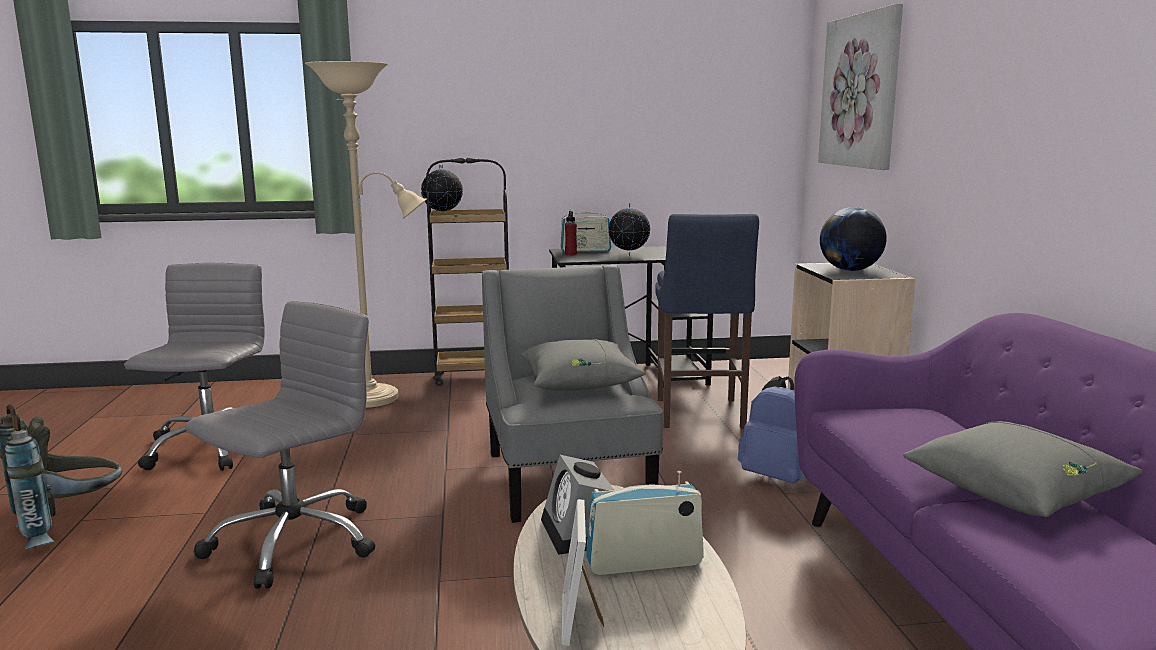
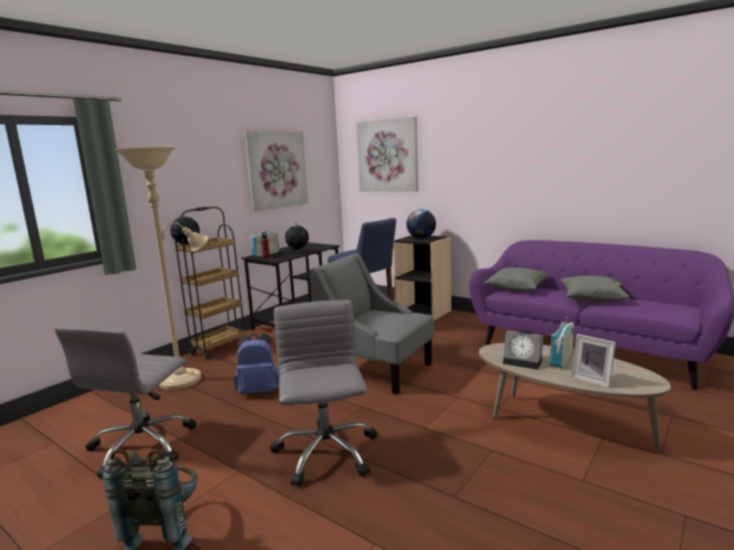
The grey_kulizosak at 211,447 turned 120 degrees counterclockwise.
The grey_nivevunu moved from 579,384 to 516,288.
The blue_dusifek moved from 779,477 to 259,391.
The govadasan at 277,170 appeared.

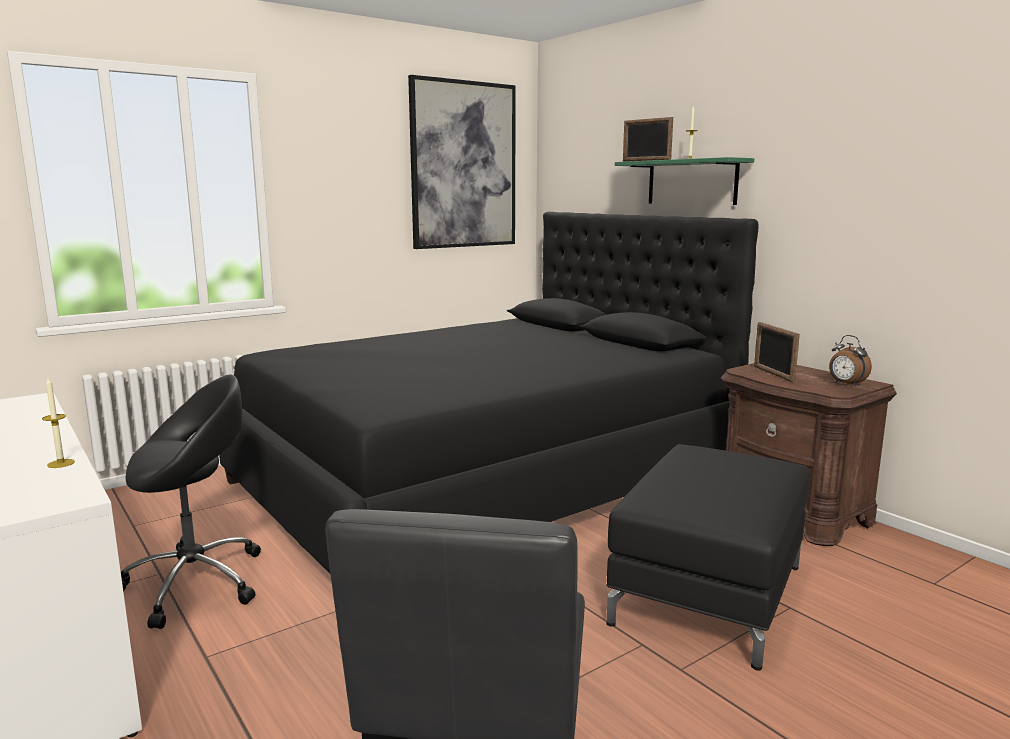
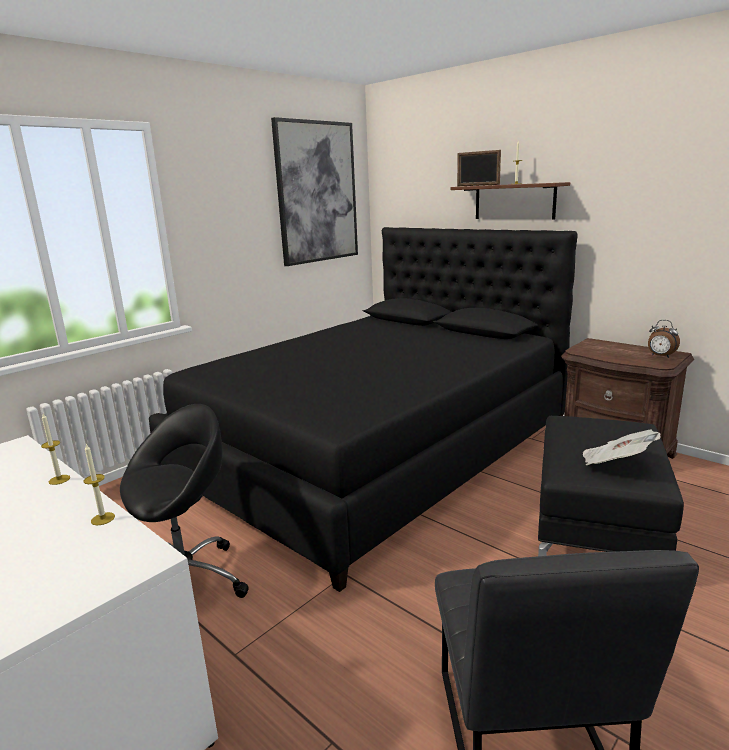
The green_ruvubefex at 691,182 became the brown_ruvubefex at 514,201.
The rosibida at 773,374 disappeared.
The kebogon at 59,479 appeared.
The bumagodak at 615,464 appeared.

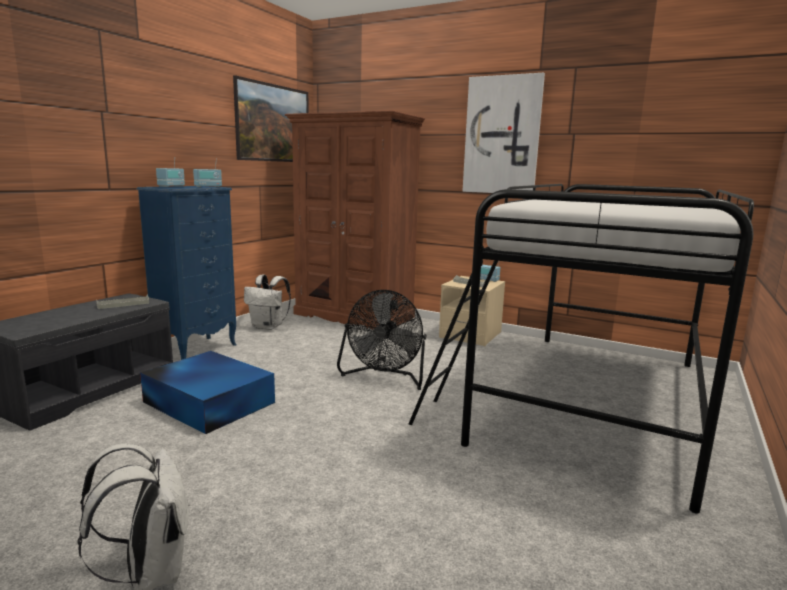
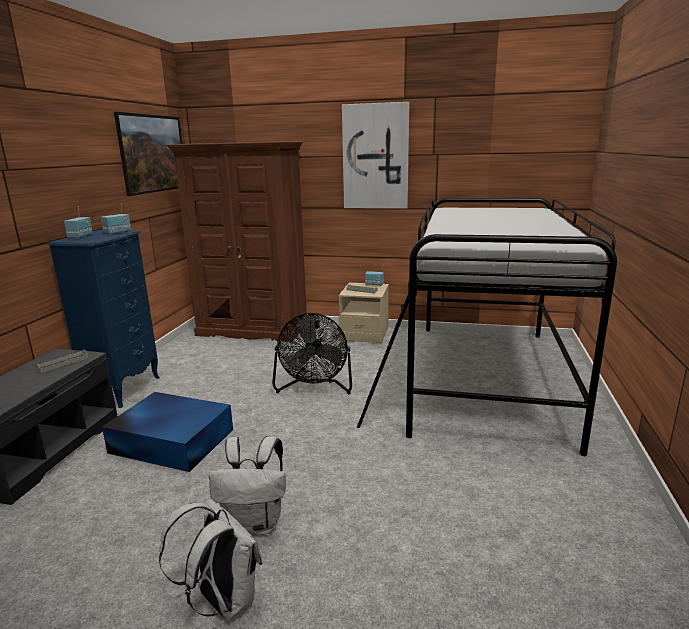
The white_dusifek moved from 268,327 to 255,523.

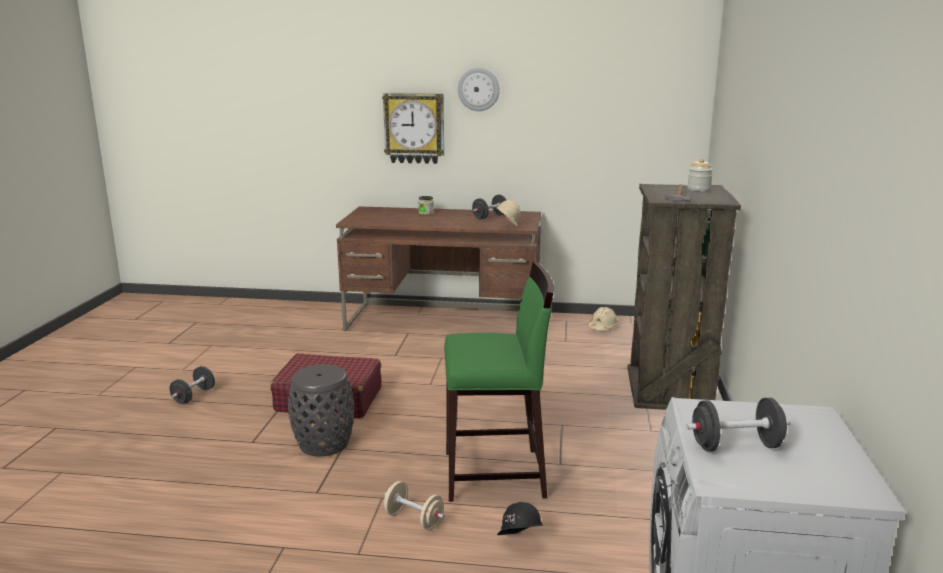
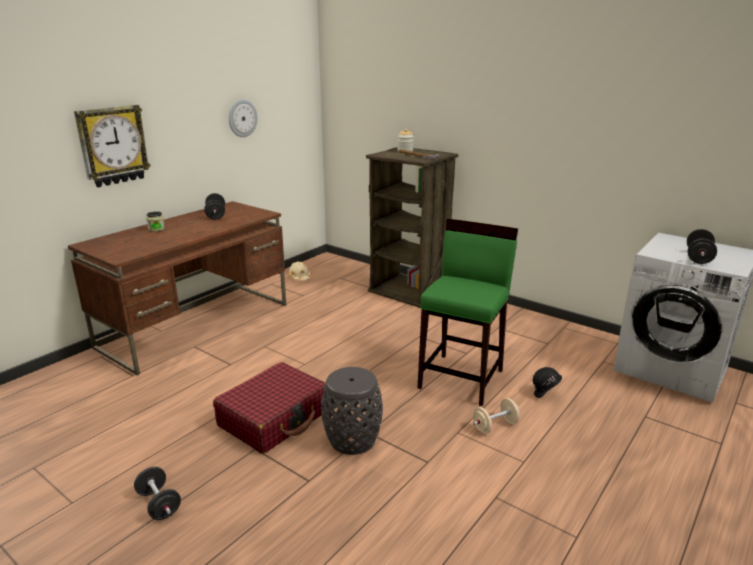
The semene moved from 478,89 to 242,118.
The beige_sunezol at 507,227 disappeared.

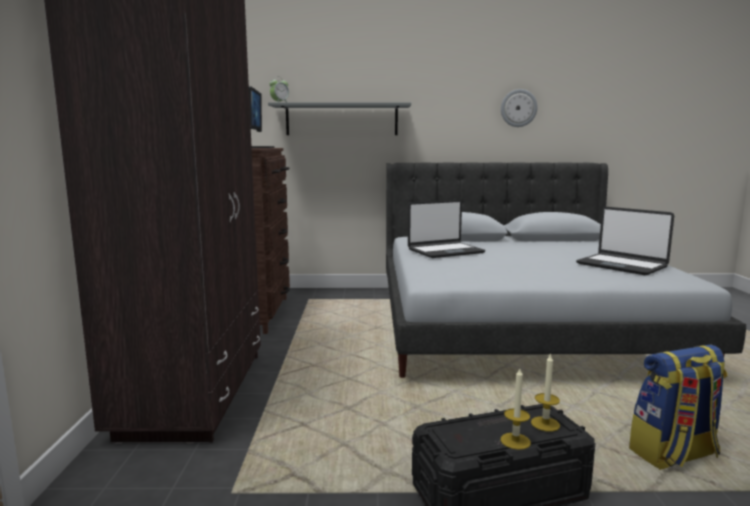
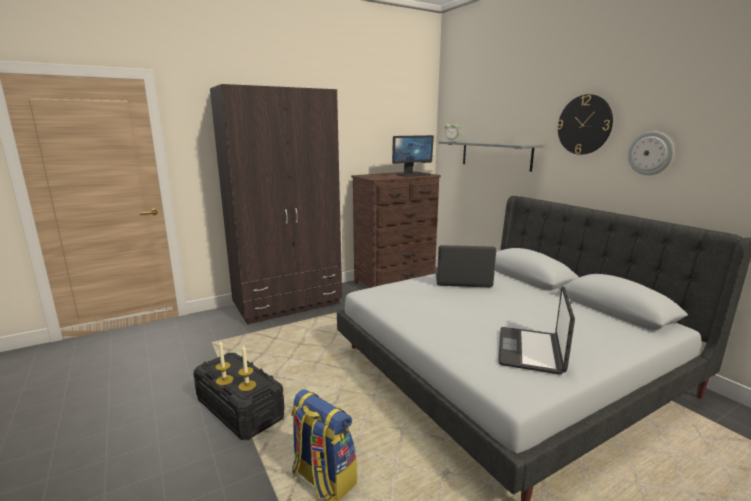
The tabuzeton at 445,251 turned 150 degrees clockwise.
The semene at 584,125 appeared.

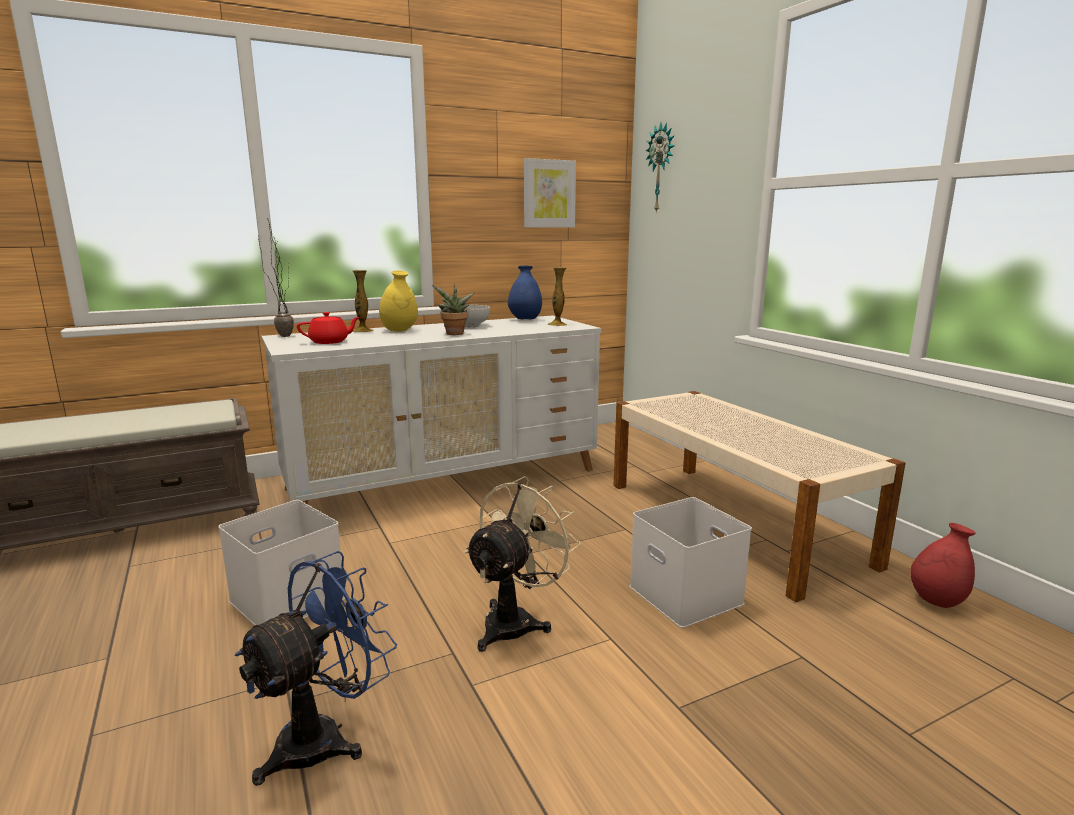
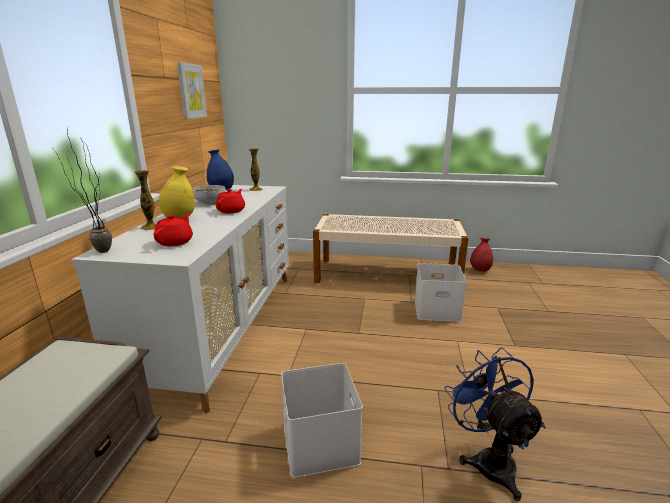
The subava at 454,334 was replaced by the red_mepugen at 231,211.
The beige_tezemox at 516,621 disappeared.
The semene at 661,168 disappeared.

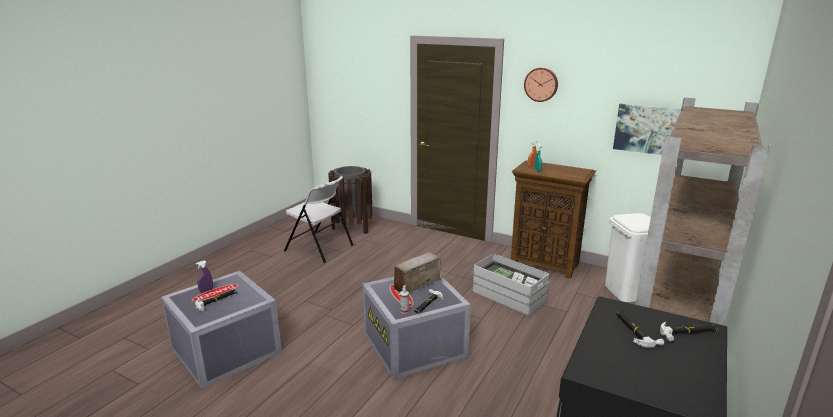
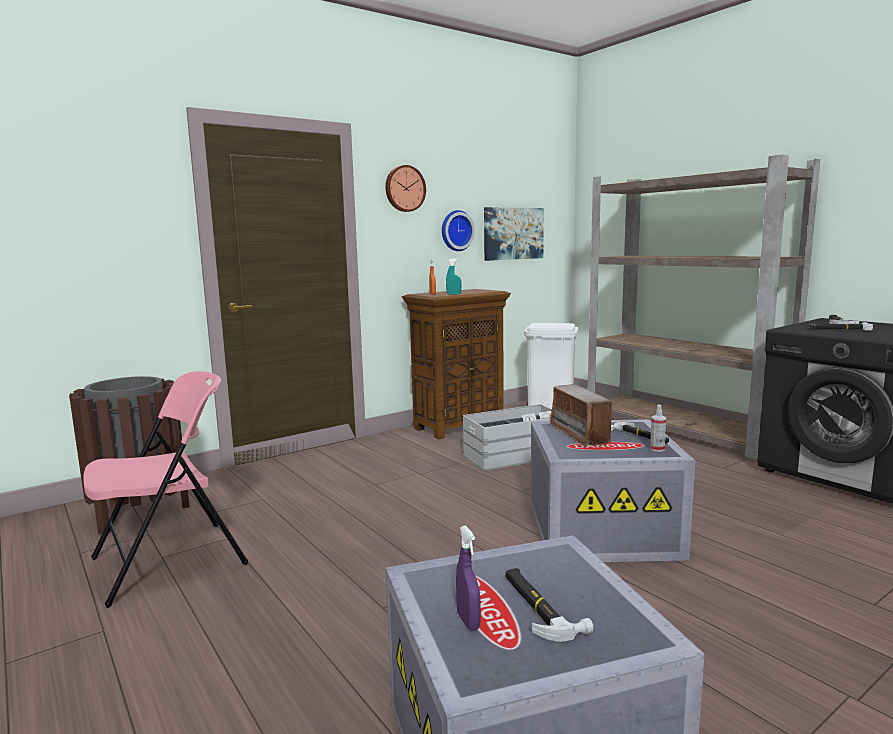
The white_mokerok at 319,248 became the pink_mokerok at 169,561.
The semene at 455,231 appeared.

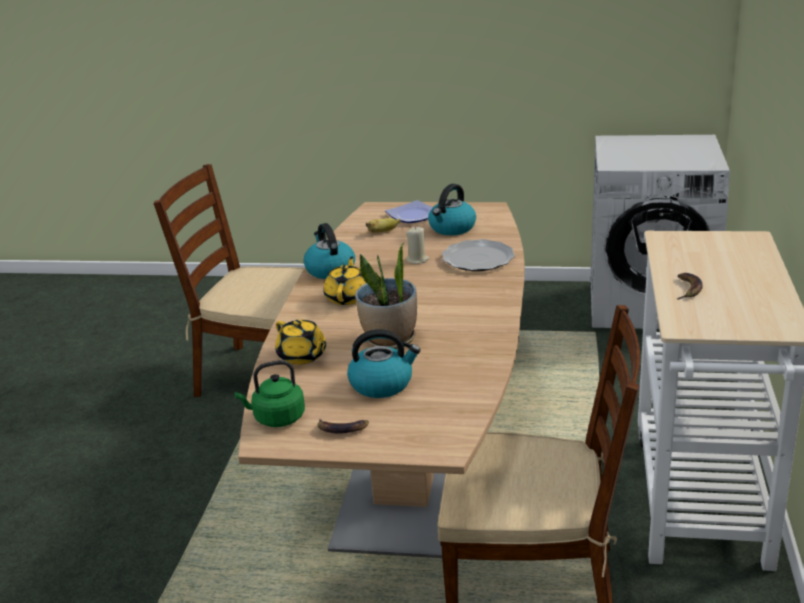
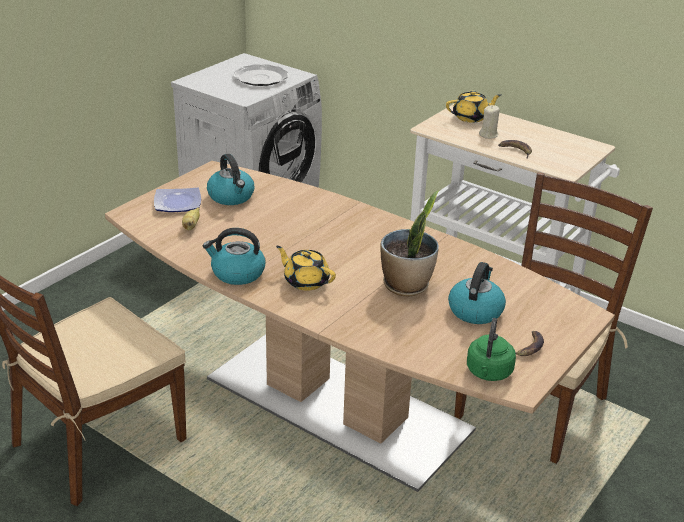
The yellow_mepugen moved from 302,356 to 471,117.
The beige_kebogon moved from 417,260 to 488,135.
The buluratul moved from 478,259 to 261,78.

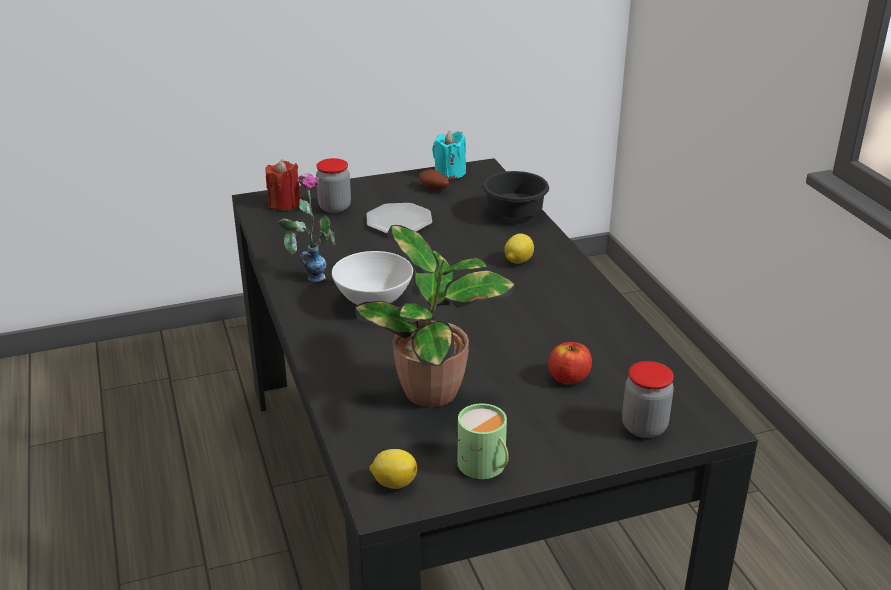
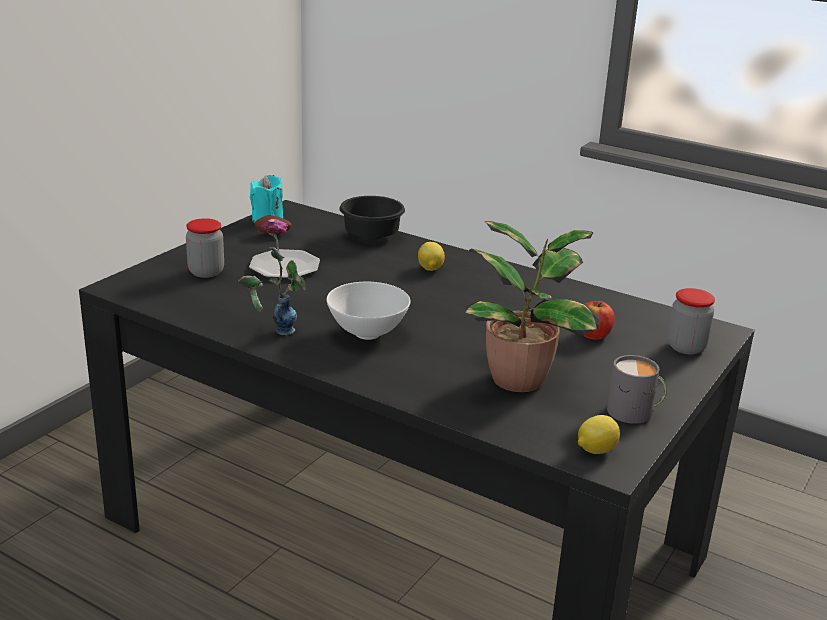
The red_kebogon at 284,203 disappeared.
The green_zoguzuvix at 484,466 became the grey_zoguzuvix at 634,412.

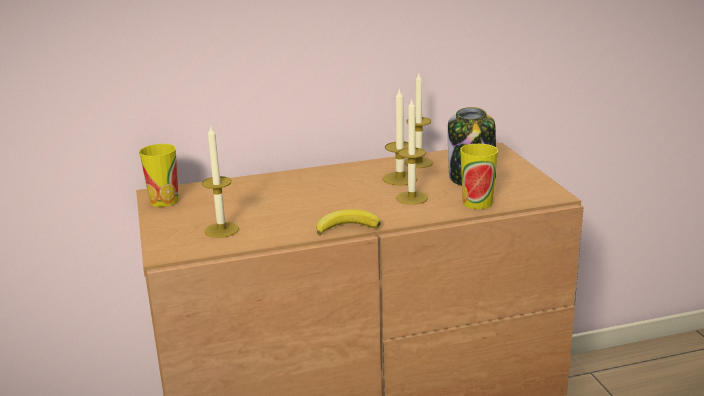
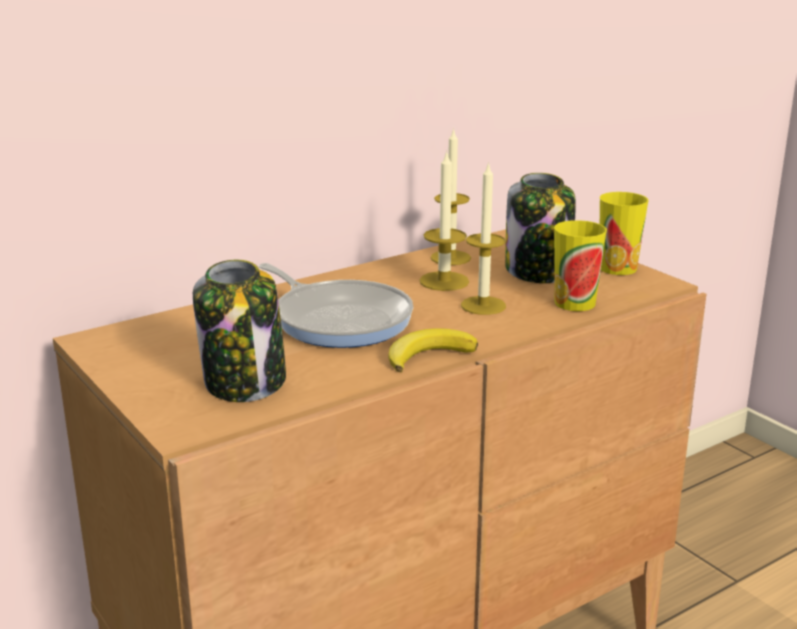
The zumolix moved from 164,201 to 617,268.
The kebogon at 221,230 was replaced by the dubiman at 245,382.
The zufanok at 339,319 appeared.

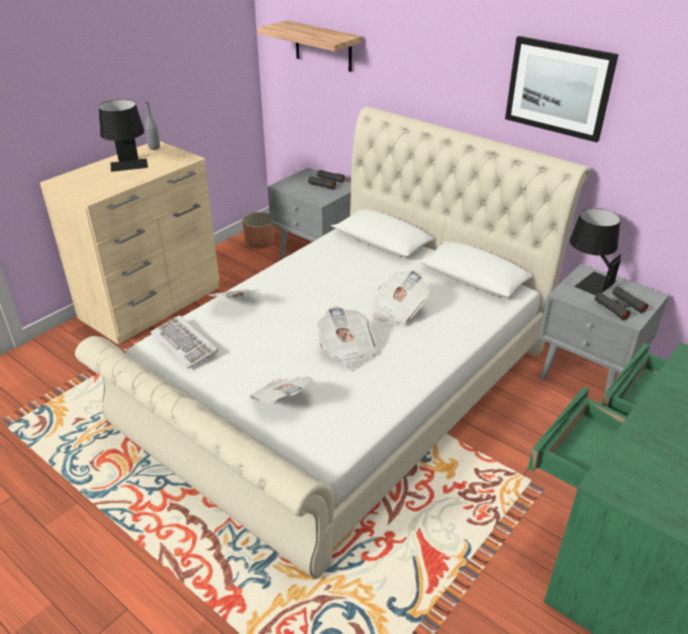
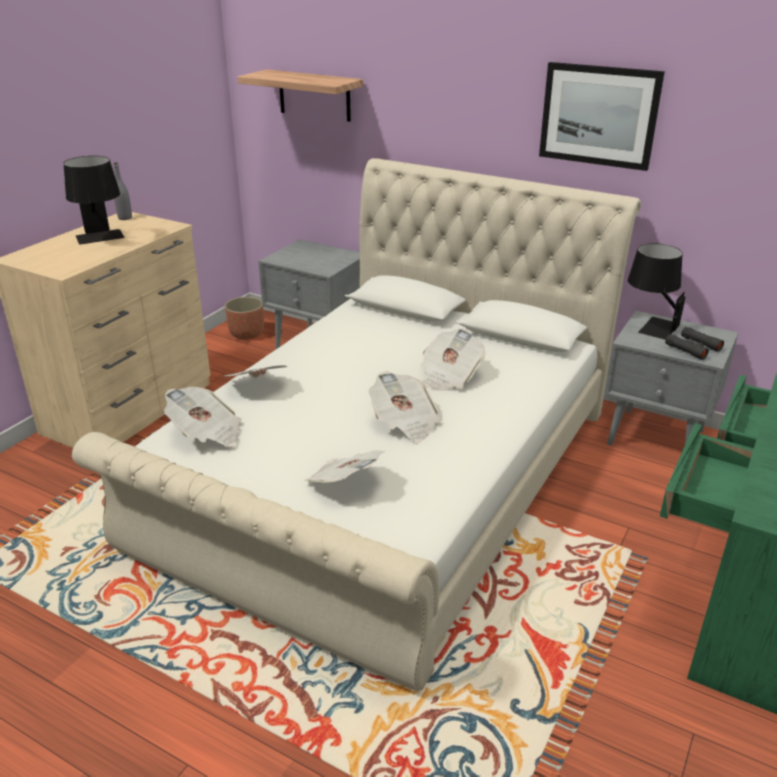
The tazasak at 185,343 was replaced by the bumagodak at 207,433.
The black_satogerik at 326,183 disappeared.

